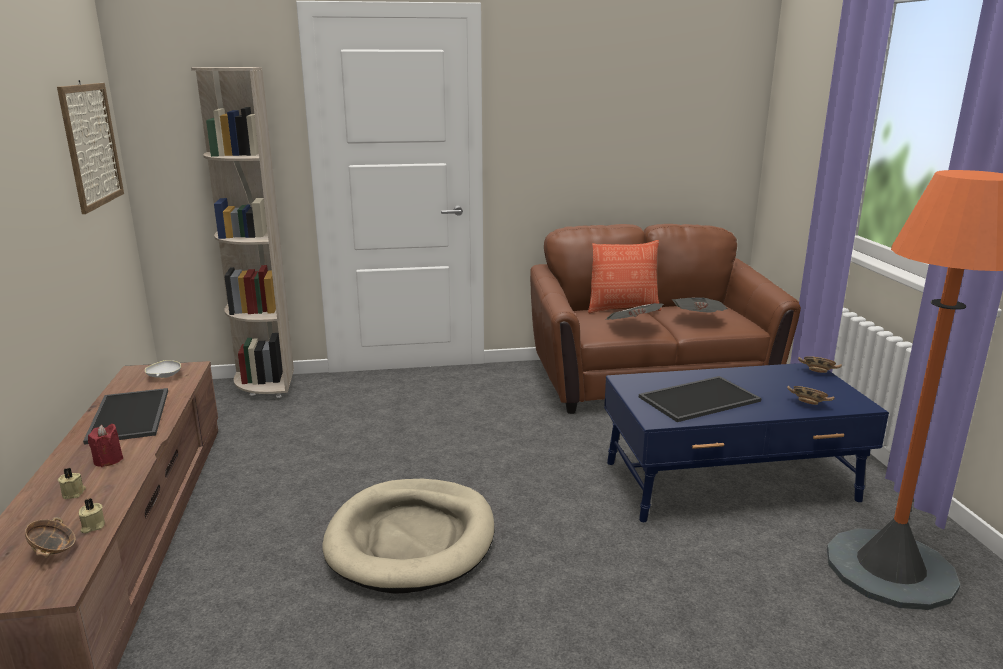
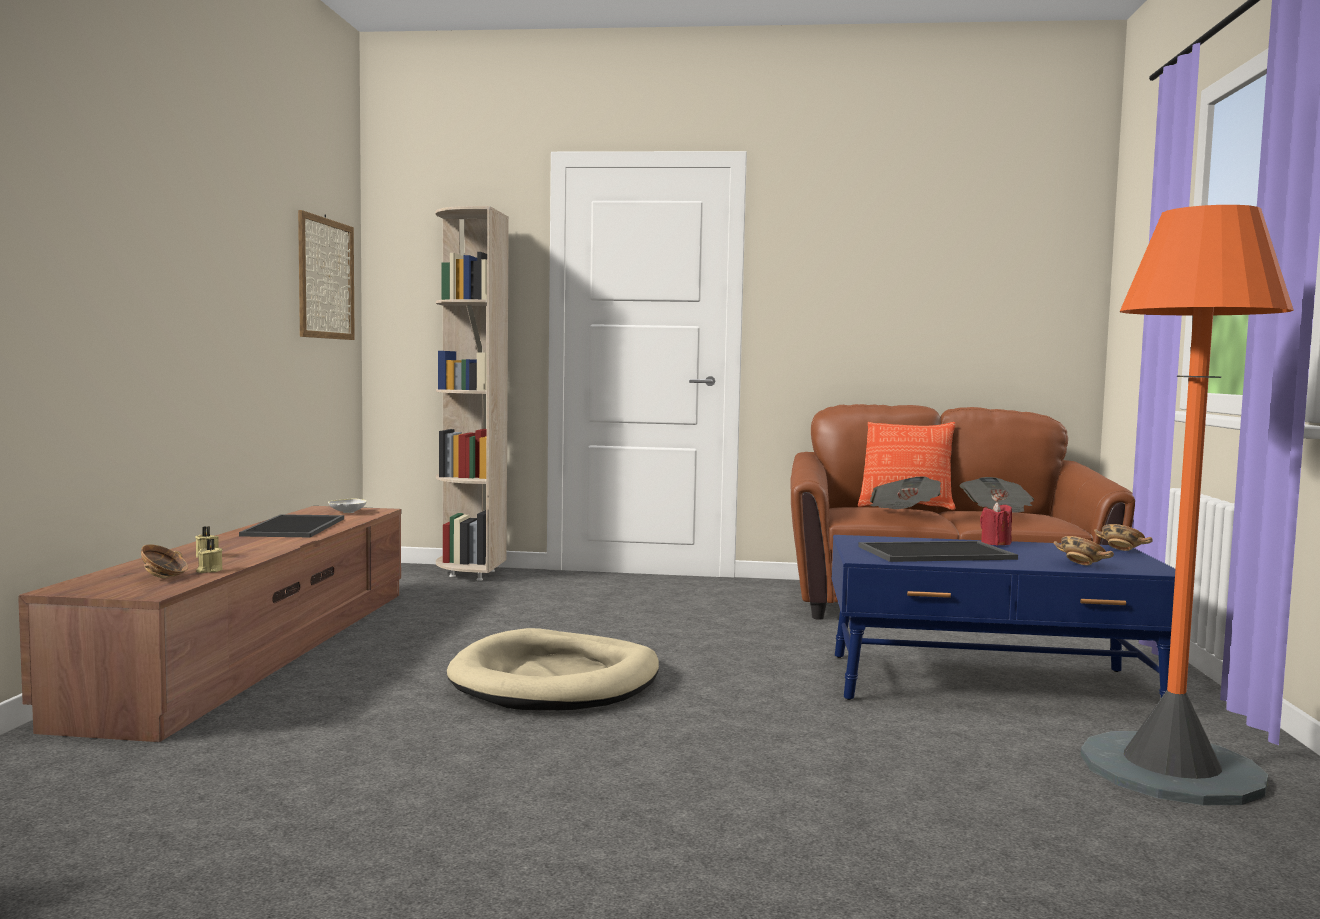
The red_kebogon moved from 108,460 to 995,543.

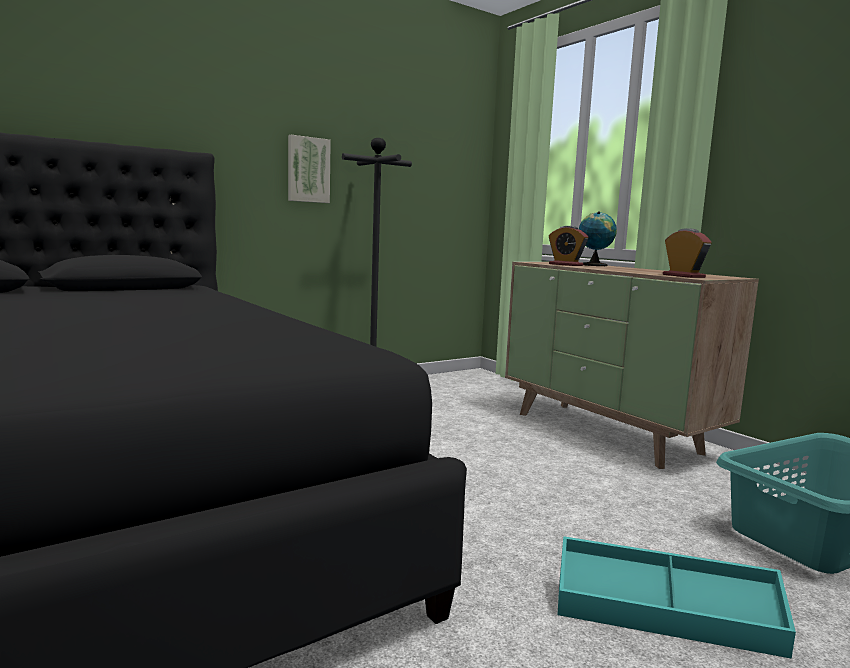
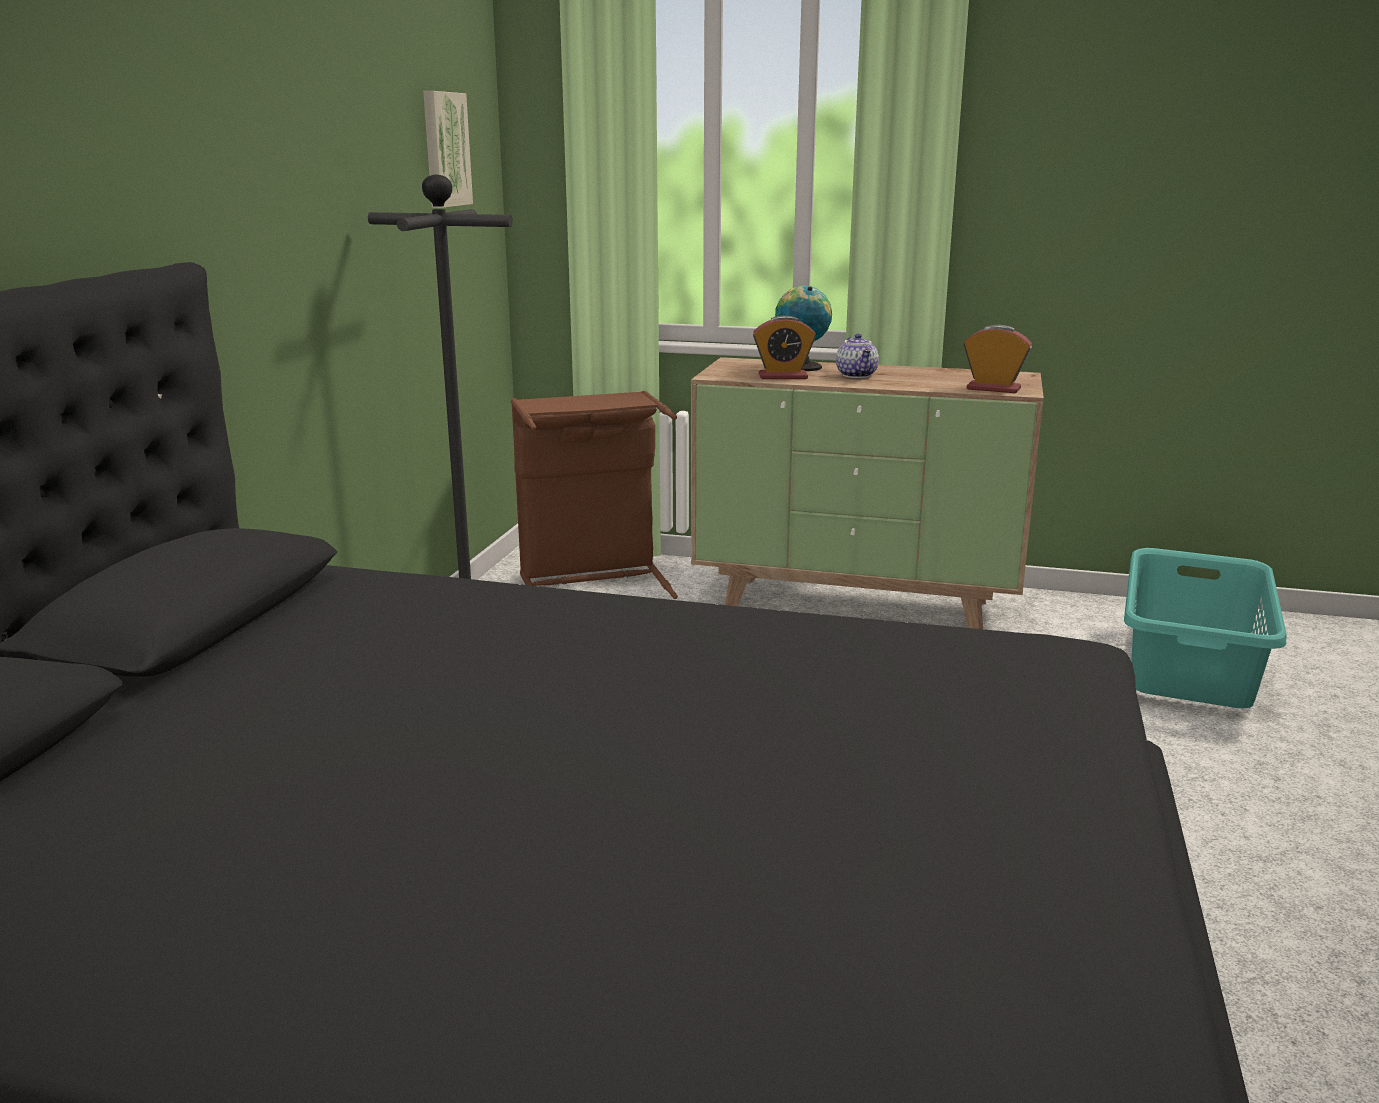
The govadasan moved from 308,170 to 444,149.
The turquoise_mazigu at 665,616 disappeared.
The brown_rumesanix at 593,581 appeared.
The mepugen at 857,375 appeared.

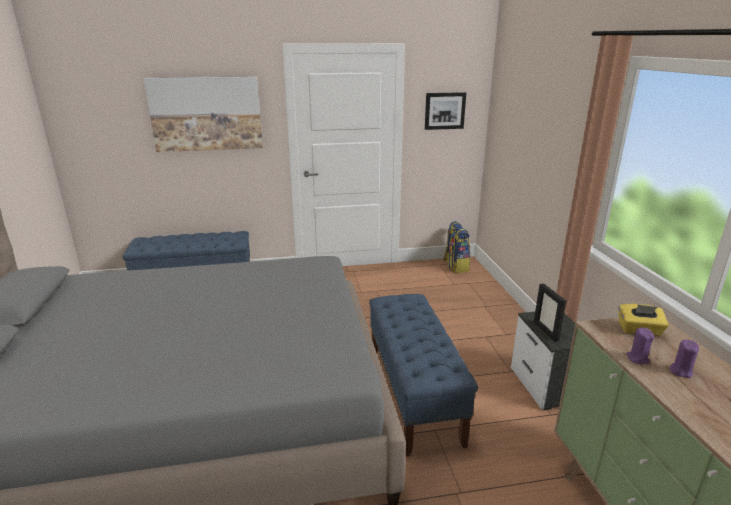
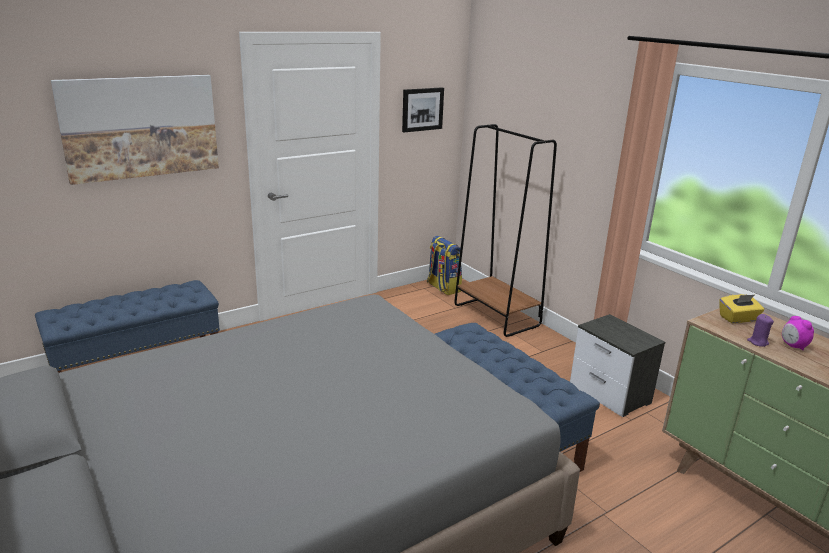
The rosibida at 546,331 disappeared.
The purple_kebogon at 680,371 was replaced by the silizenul at 793,346.
The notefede at 496,316 appeared.

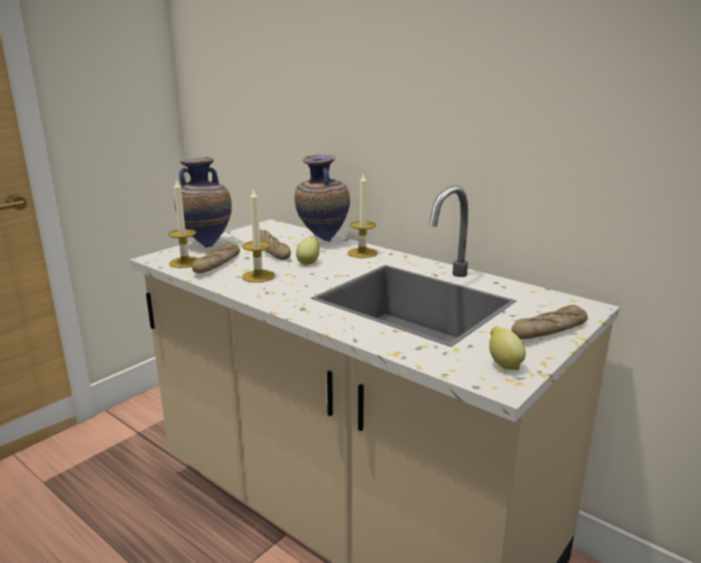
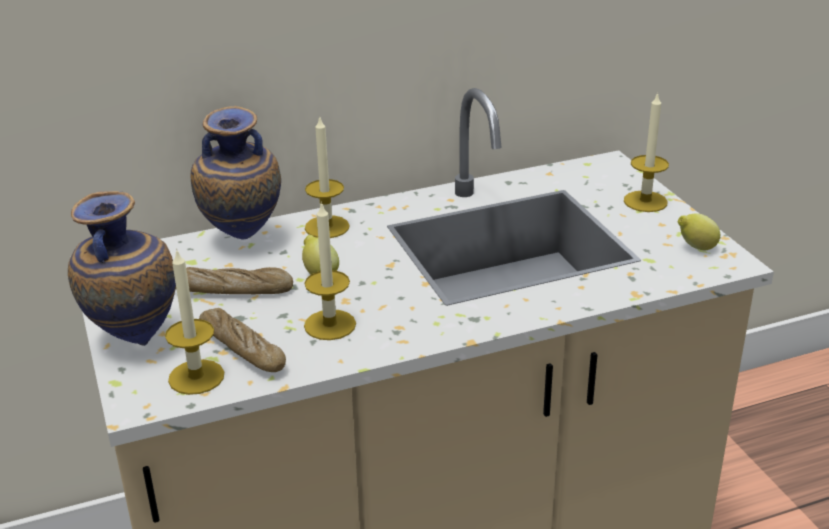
The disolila at 549,331 was replaced by the kebogon at 645,201.

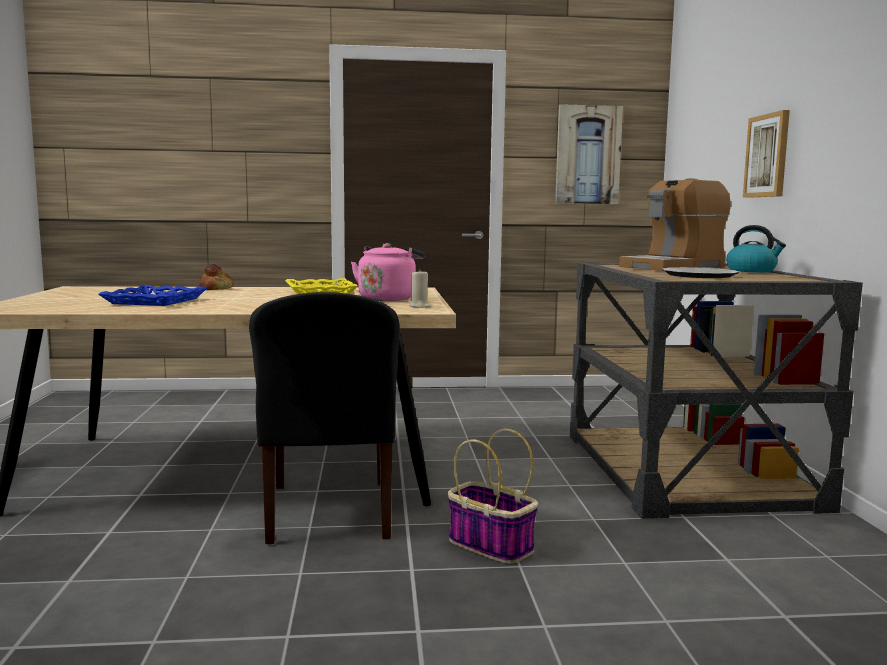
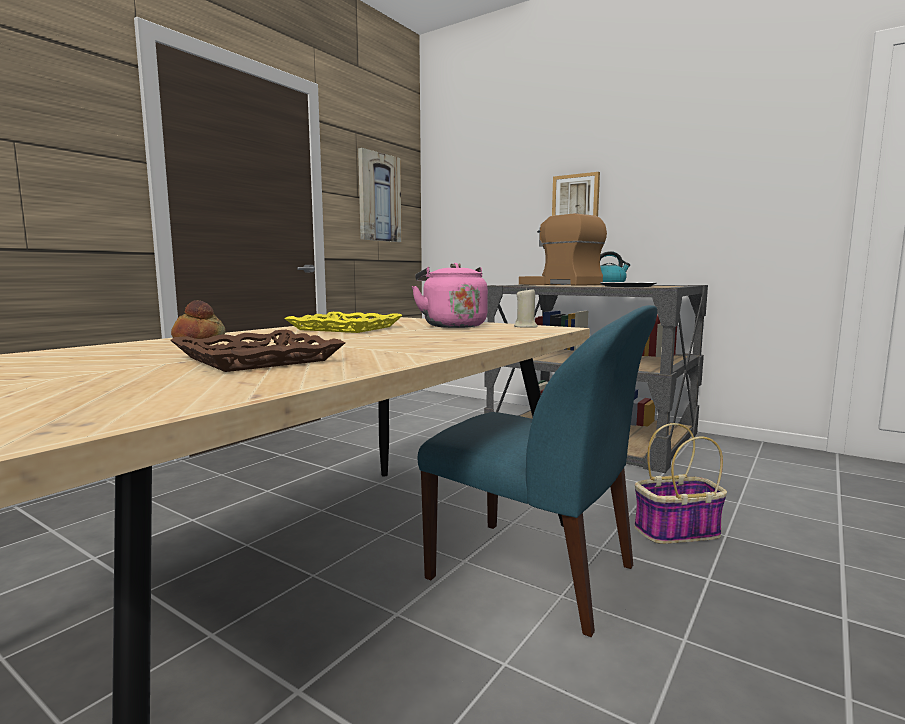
The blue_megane at 156,301 became the brown_megane at 258,359.
The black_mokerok at 329,513 became the blue_mokerok at 536,574.
The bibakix at 674,267 turned 135 degrees clockwise.

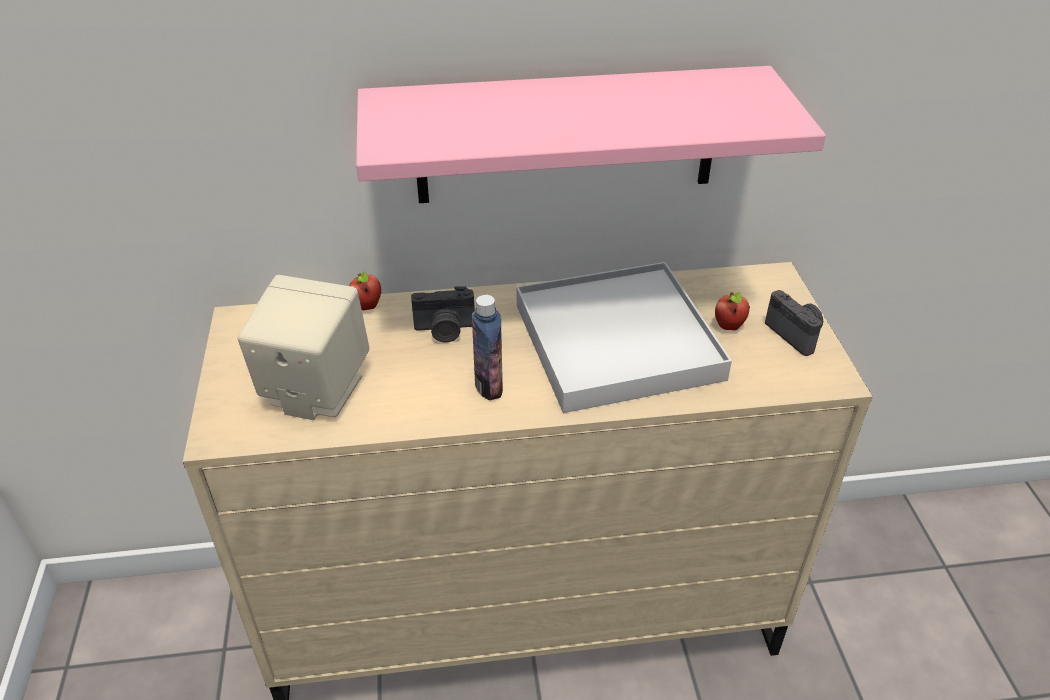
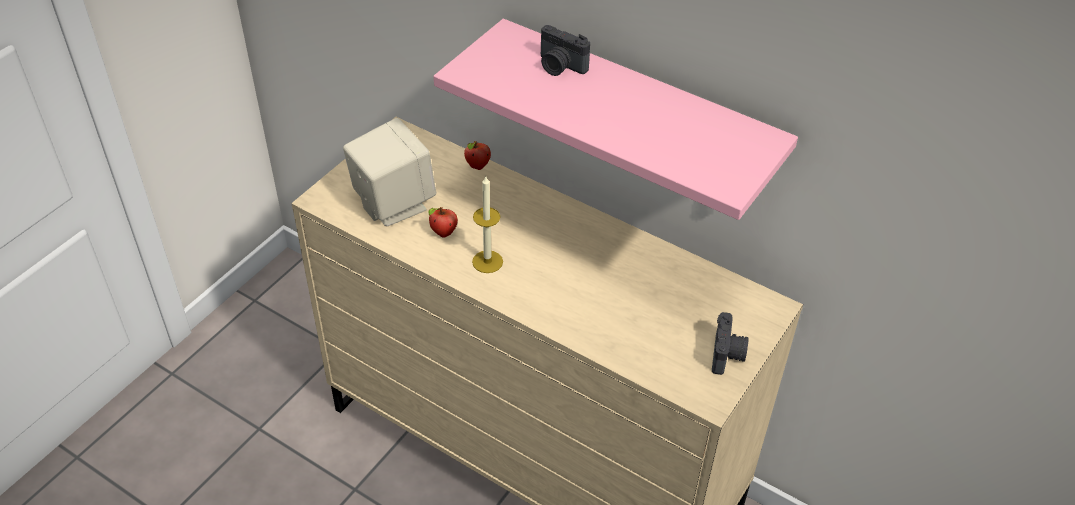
The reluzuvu moved from 445,330 to 560,66.
The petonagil at 488,386 was replaced by the kebogon at 487,261.
The white_megane at 617,341 disappeared.
The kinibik moved from 729,327 to 443,234.

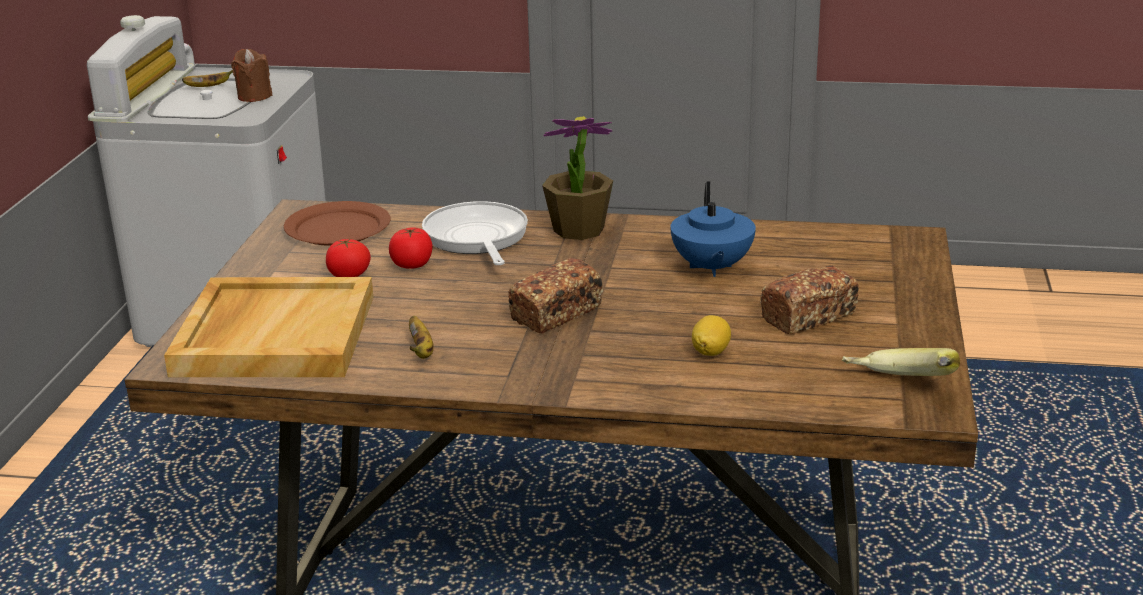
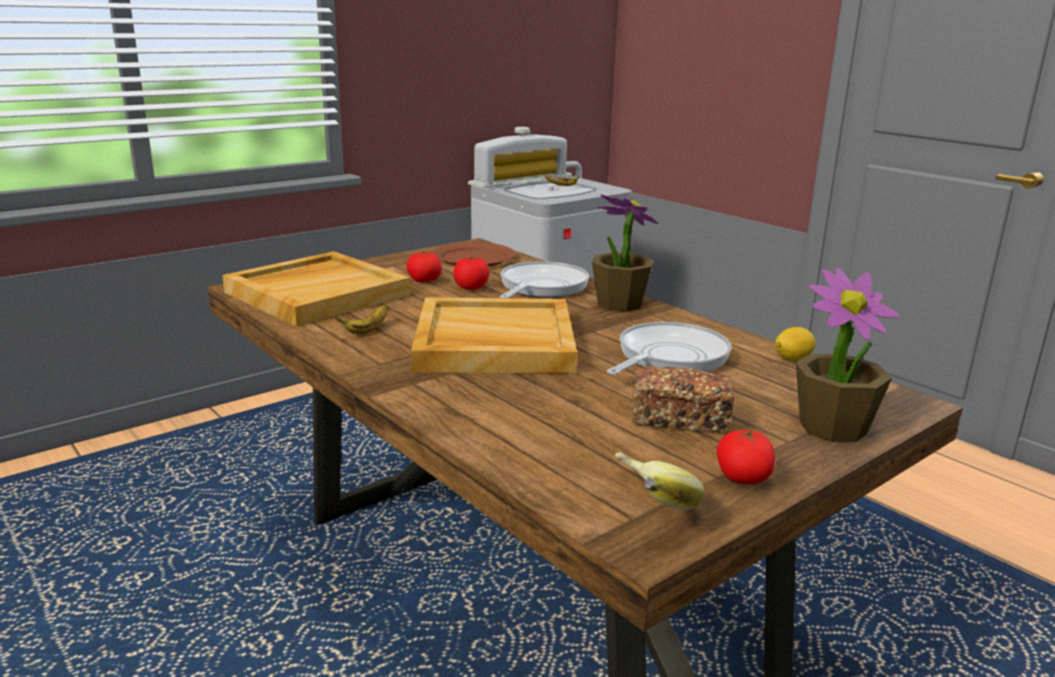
The brown_kebogon at 254,96 disappeared.
The disolila at 556,314 was replaced by the beige_megane at 493,343.
The blue_mepugen at 711,268 was replaced by the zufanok at 668,357.
The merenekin moved from 710,351 to 793,358.
The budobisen at 743,478 appeared.
The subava at 833,427 appeared.

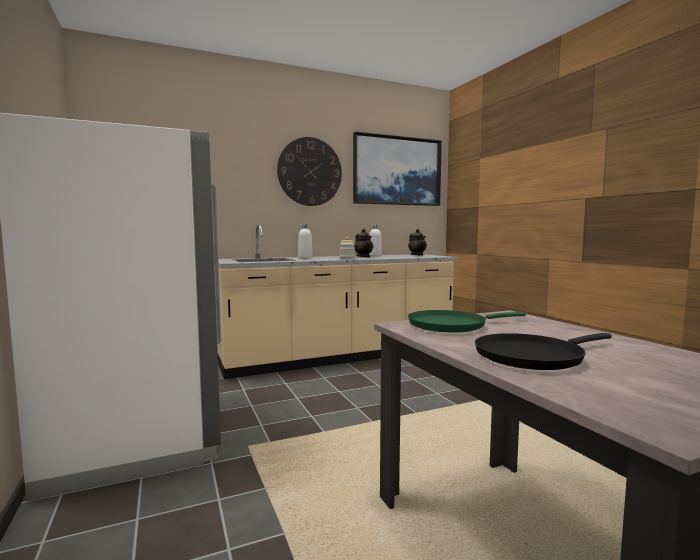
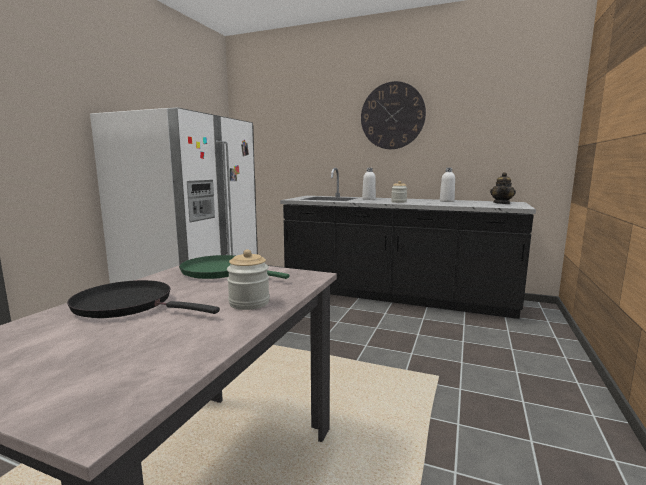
The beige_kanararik at 339,357 became the black_kanararik at 395,296.
The govadasan at 397,171 disappeared.
The mepugen at 363,257 disappeared.
The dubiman at 249,303 appeared.

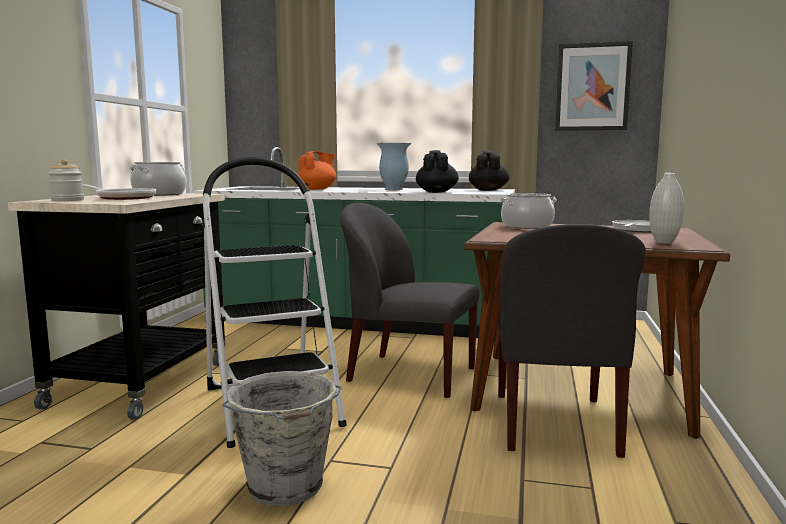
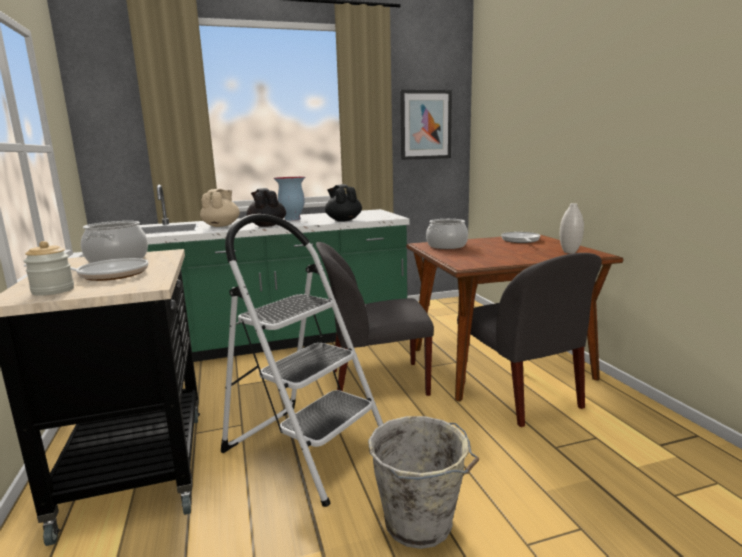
The orange_mepugen at 317,189 became the beige_mepugen at 221,226.
The black_mepugen moved from 488,190 to 267,225.

